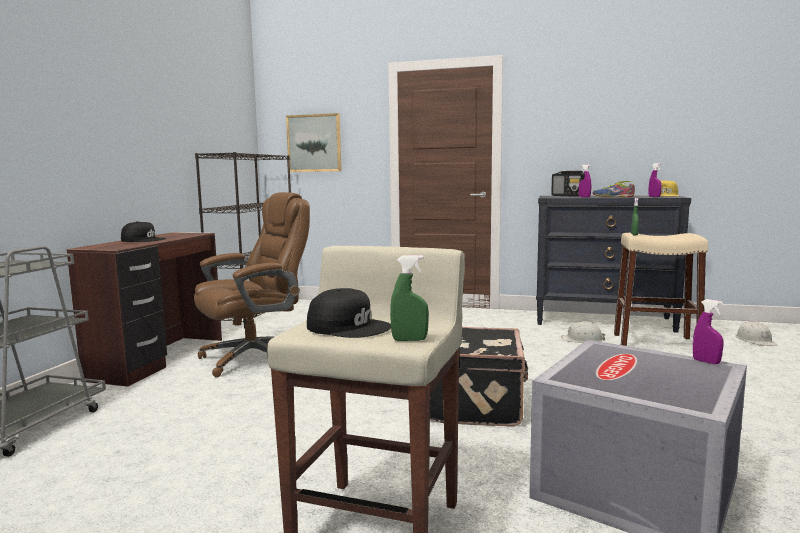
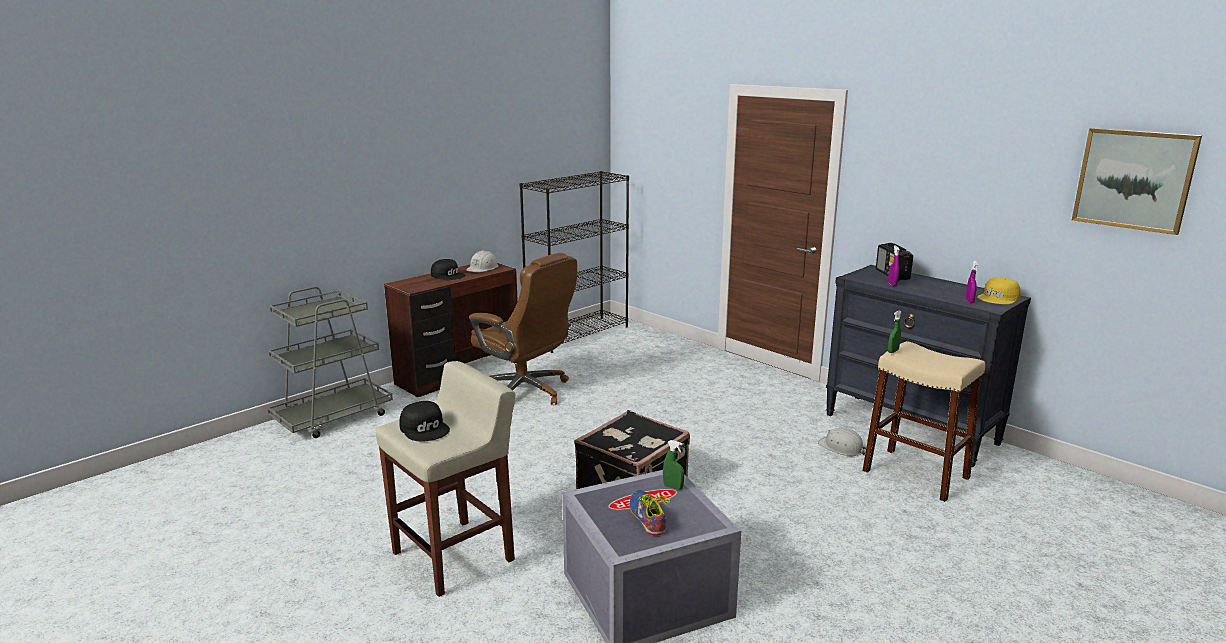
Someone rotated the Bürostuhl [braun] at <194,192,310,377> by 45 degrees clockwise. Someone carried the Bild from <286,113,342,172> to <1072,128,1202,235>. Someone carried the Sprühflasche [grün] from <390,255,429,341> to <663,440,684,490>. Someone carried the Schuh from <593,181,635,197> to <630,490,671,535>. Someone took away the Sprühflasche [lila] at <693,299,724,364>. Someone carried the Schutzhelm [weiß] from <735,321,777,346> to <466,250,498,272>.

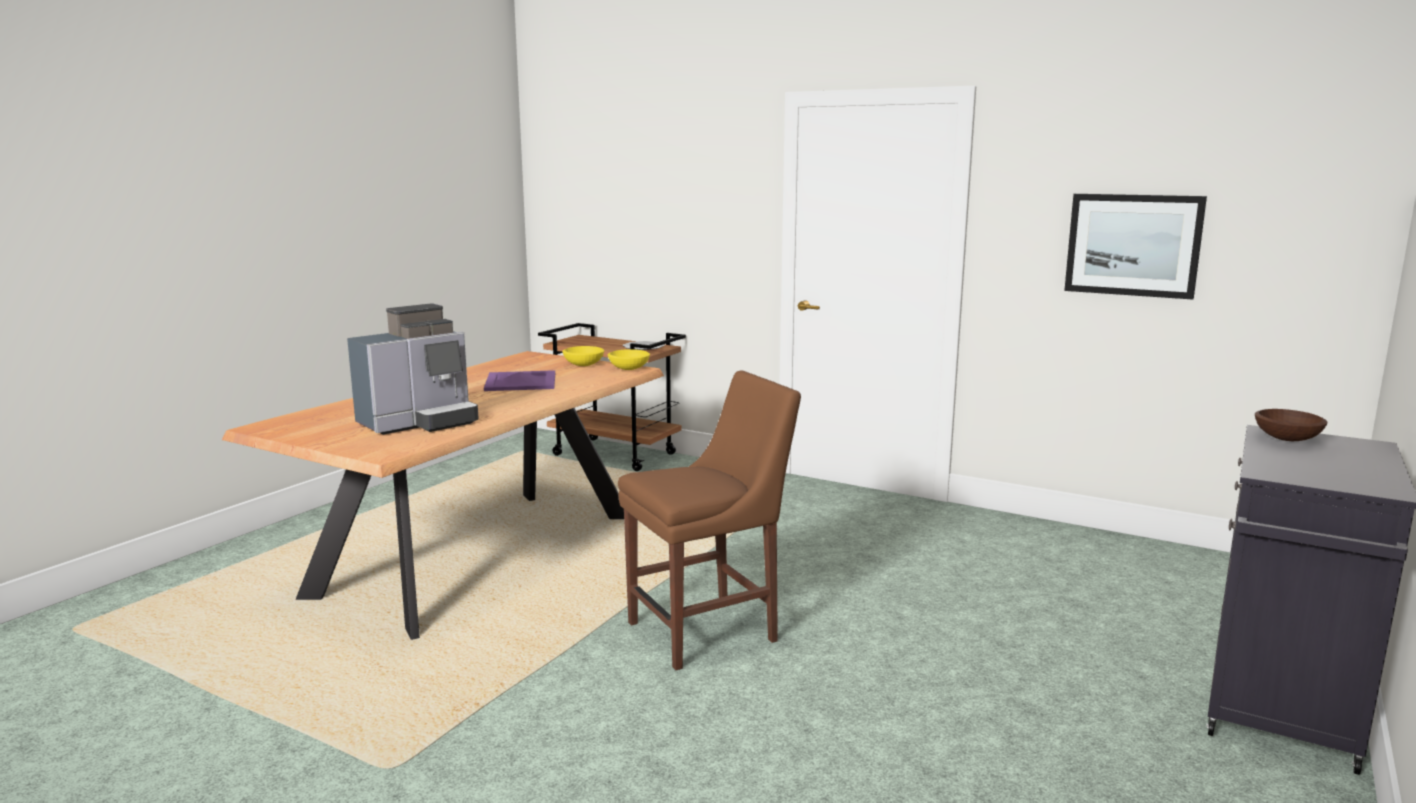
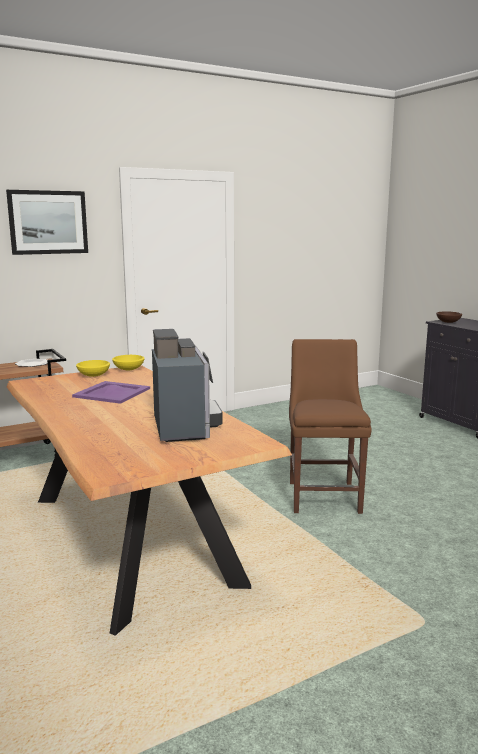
Someone carried the Bild from <1064,194,1207,299> to <6,190,88,255>.

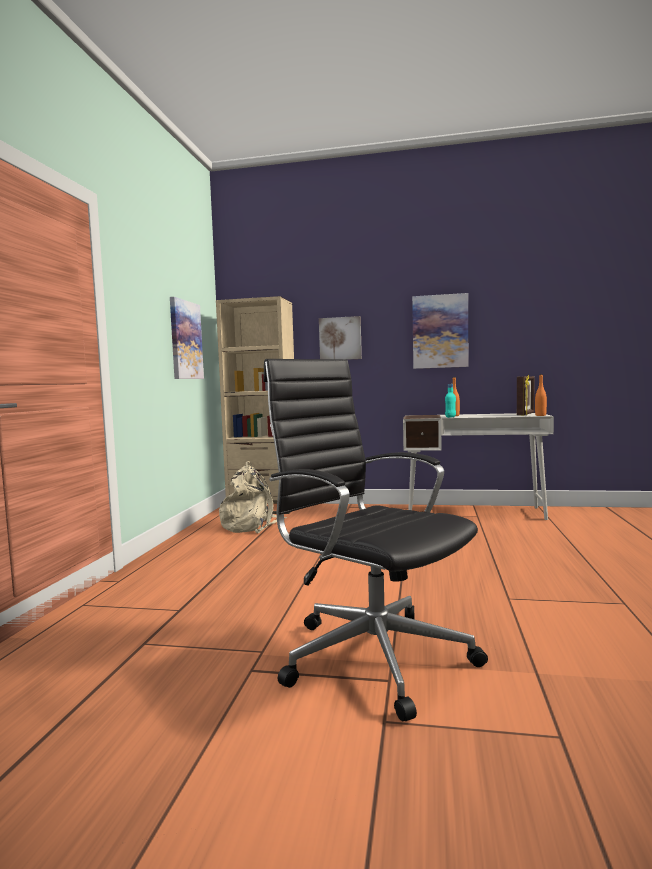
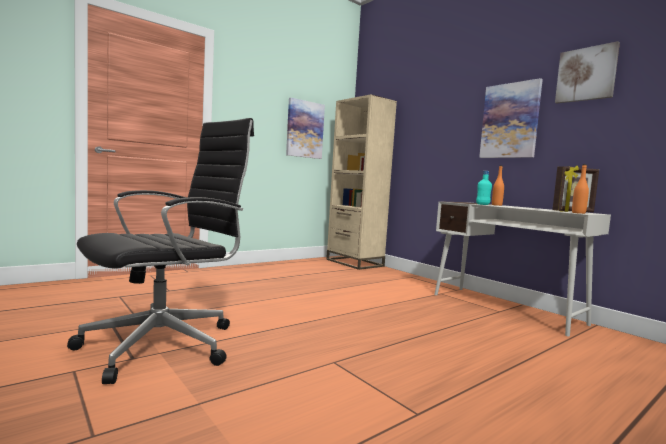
Someone took away the Rucksack [beige] at <219,461,287,533>. Someone rotated the Bürostuhl [schwarz] at <263,359,488,721> by 45 degrees clockwise. Someone carried the Bild from <319,316,362,360> to <555,41,620,103>.

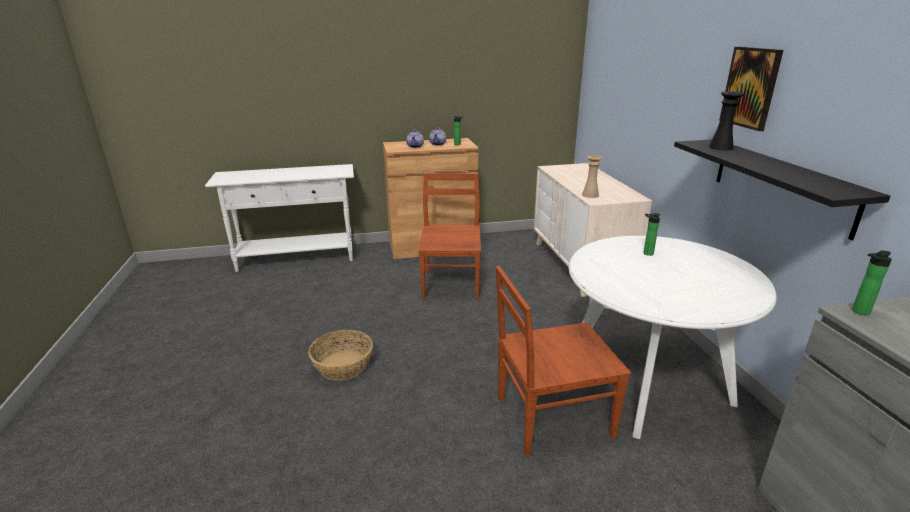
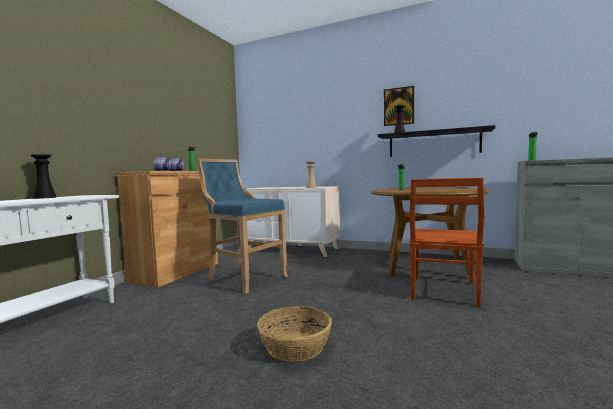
Someone swapped the Stuhl [braun] at <418,173,481,300> for the Hocker [blau] at <197,159,288,294>. Someone repainted the Esstisch [weiß] at <569,236,777,439>, which became the Esstisch [braun] at <371,187,489,280>. Someone put down the Vase [schwarz] at <30,154,57,199>.

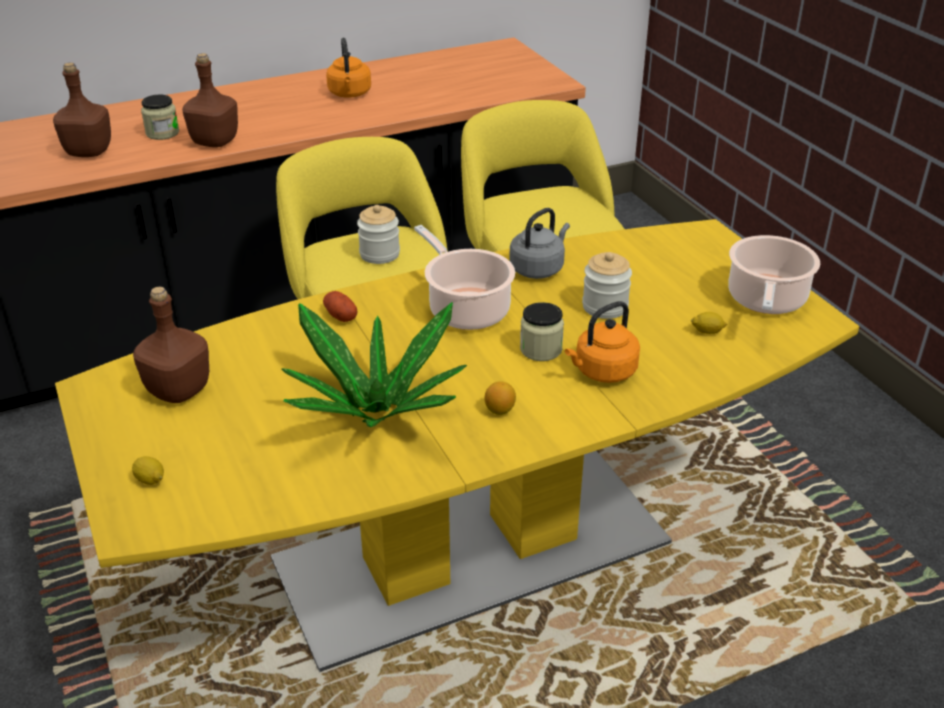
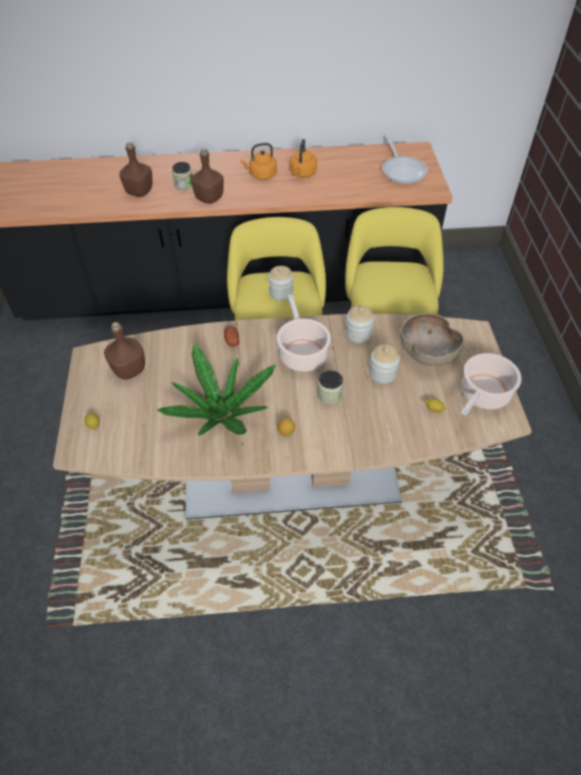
Someone repainted the Esstisch [gelb] at <55,219,859,672>, which became the Esstisch [braun] at <53,314,532,520>. Someone swapped the Wasserkessel [grau] at <509,208,570,279> for the Vorratsglas at <345,305,374,343>. Someone carried the Wasserkessel [orange] from <565,301,640,383> to <240,143,277,180>. Someone put down the Pfanne at <382,136,428,184>. Someone put down the Schüssel [braun] at <400,313,465,366>.

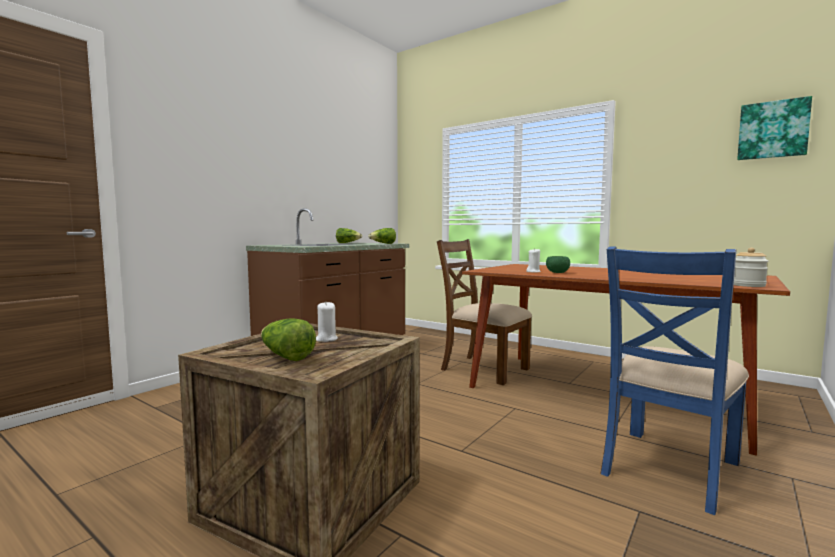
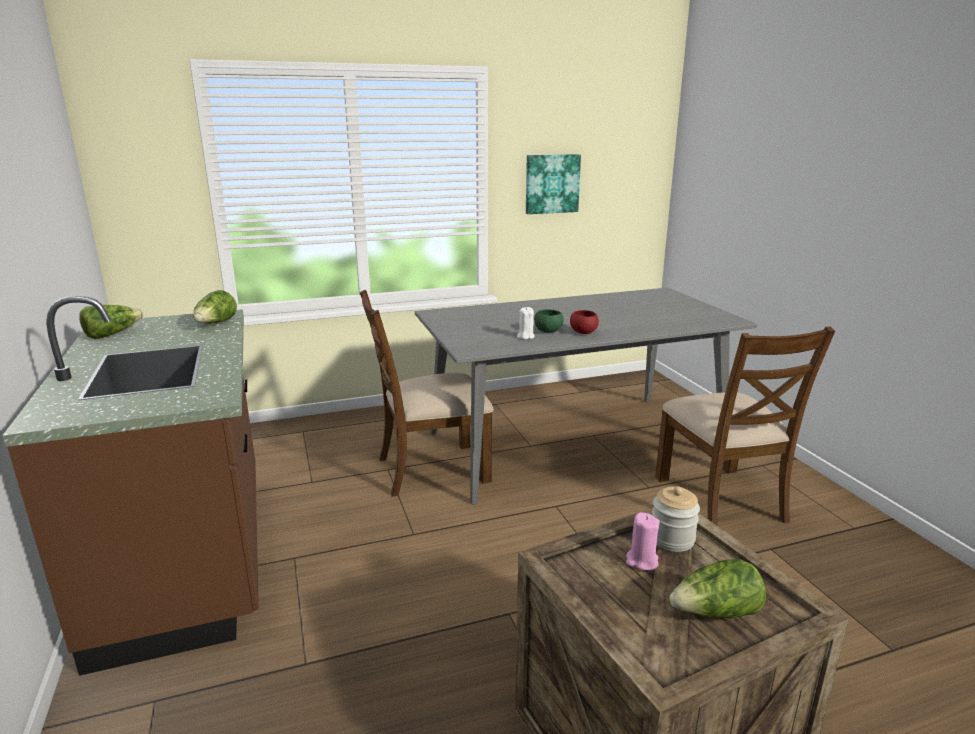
Someone repainted the Kerze [weiß] at <316,301,338,342>, which became the Kerze [rosa] at <626,512,660,570>. Someone repainted the Esstisch [braun] at <462,264,790,456>, which became the Esstisch [grau] at <415,288,757,505>. Someone repainted the Stuhl [blau] at <600,246,749,515>, which became the Stuhl [braun] at <655,327,835,525>. Someone carried the Vorratsglas from <734,248,768,287> to <652,486,700,552>. Someone carried the Bild from <737,96,812,160> to <526,154,581,214>. Someone put down the Schüssel [rot] at <570,310,599,334>.

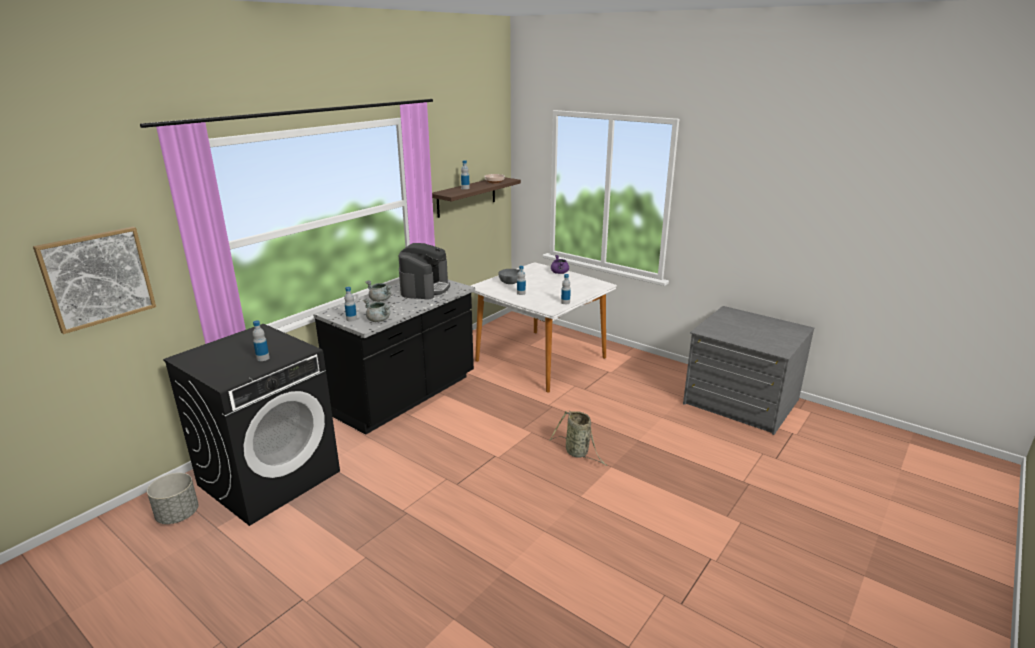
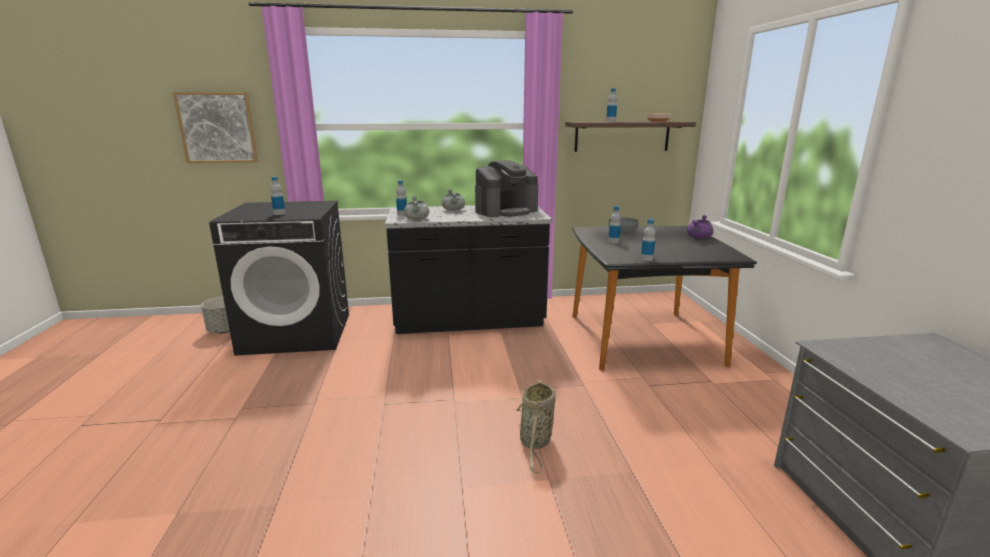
Someone repainted the Esstisch [weiß] at <471,262,617,393>, which became the Esstisch [schwarz] at <572,226,757,371>.

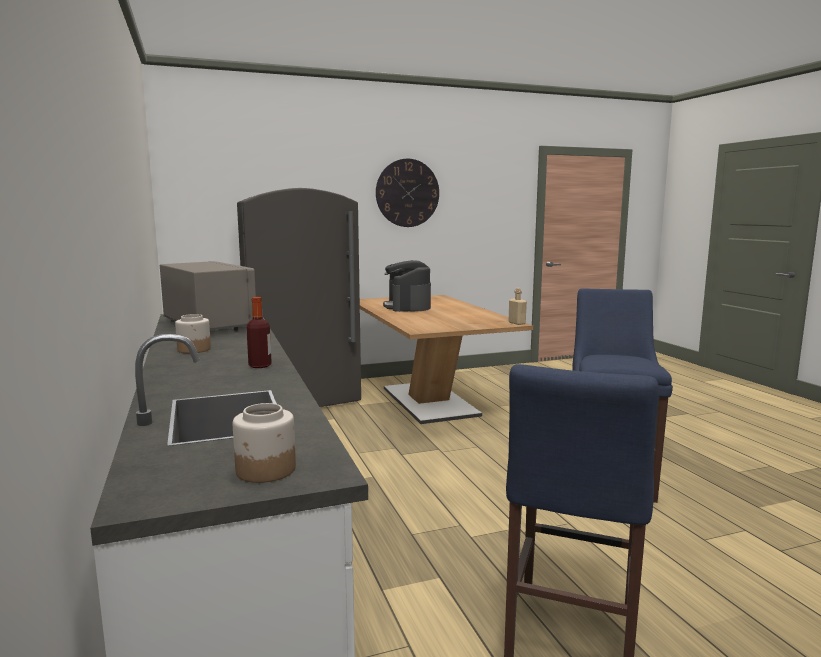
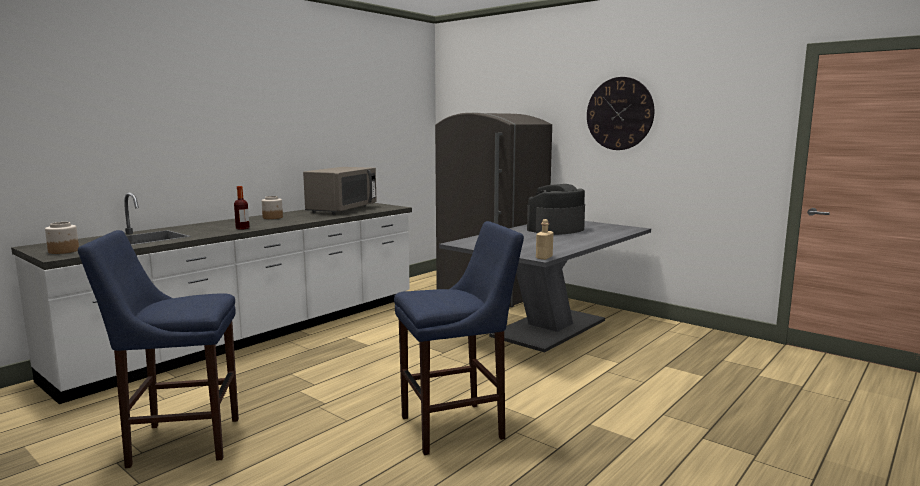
Someone repainted the Esstisch [braun] at <360,295,533,424>, which became the Esstisch [grau] at <439,221,651,353>.

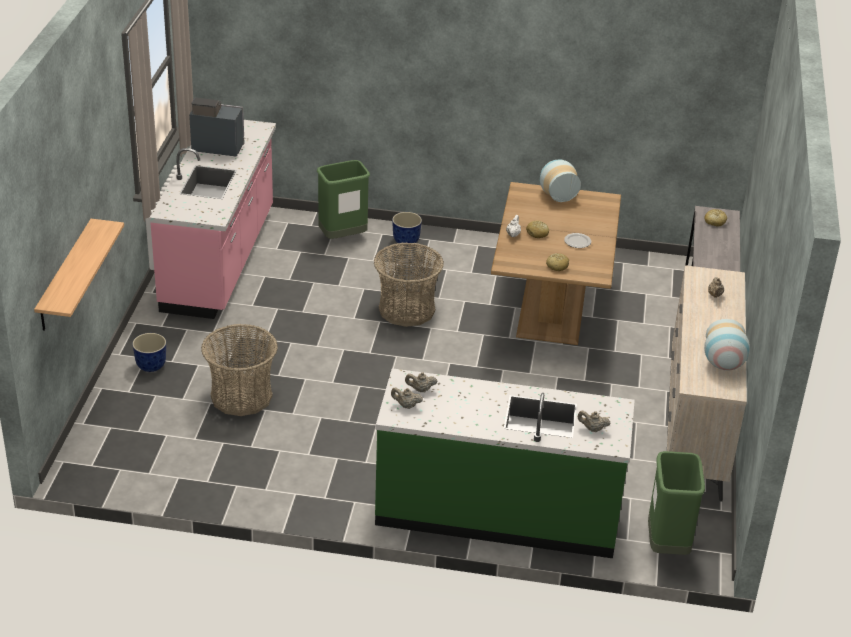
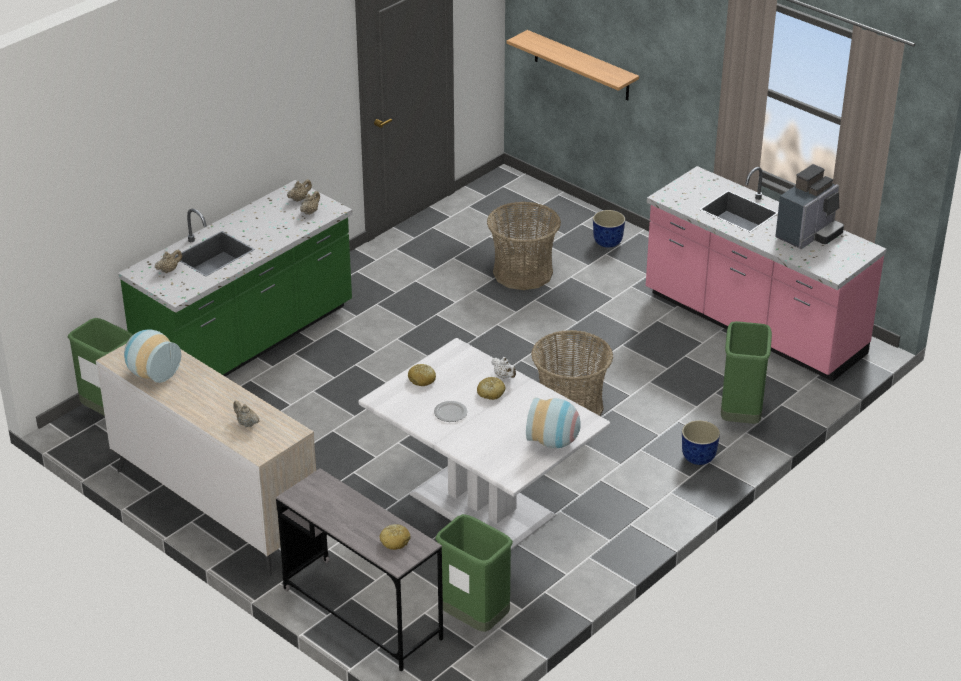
Someone repainted the Esstisch [braun] at <491,182,621,345>, which became the Esstisch [weiß] at <358,338,610,550>. Someone put down the Mülleimer [grün] at <435,514,513,632>.

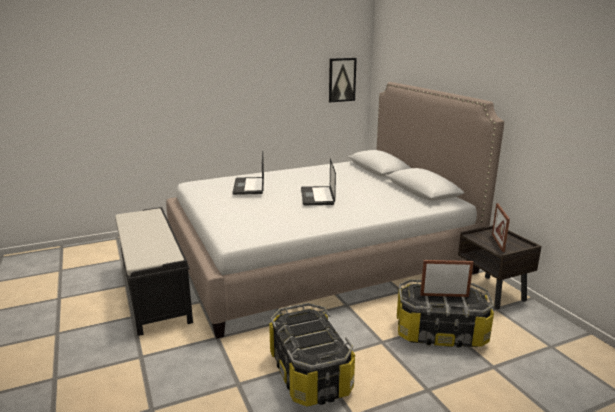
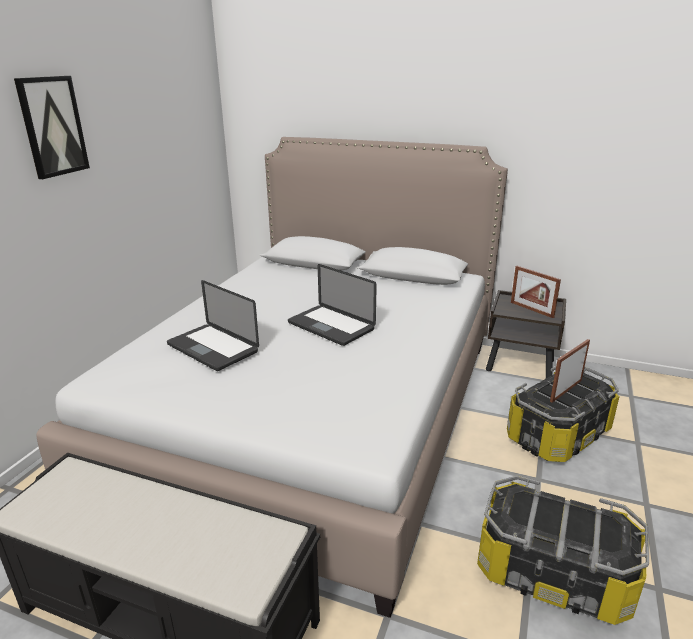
Someone carried the Bild from <329,58,357,102> to <14,76,90,179>.

